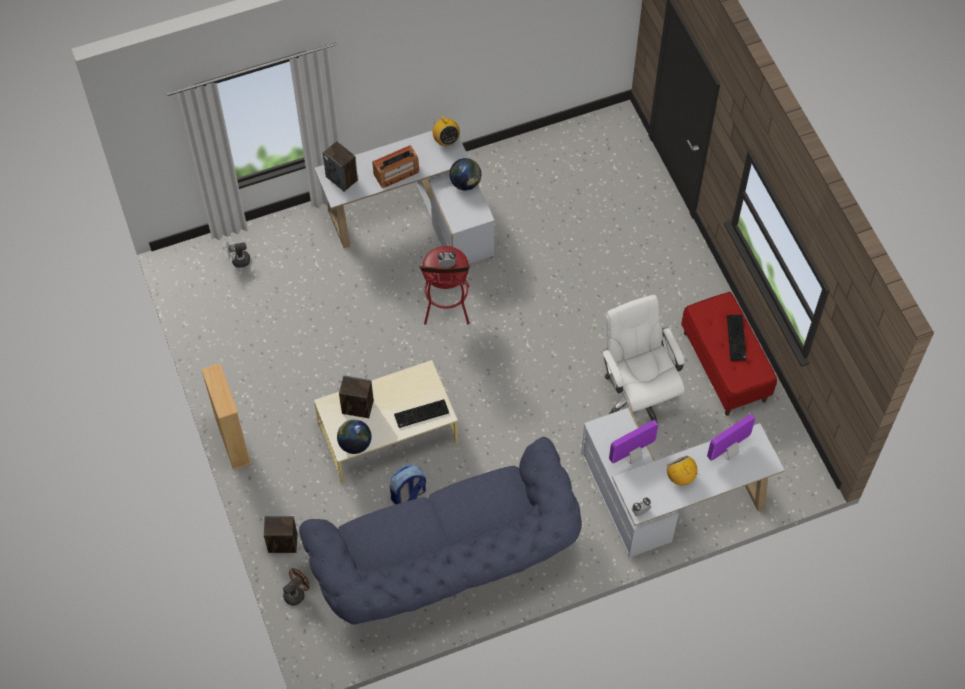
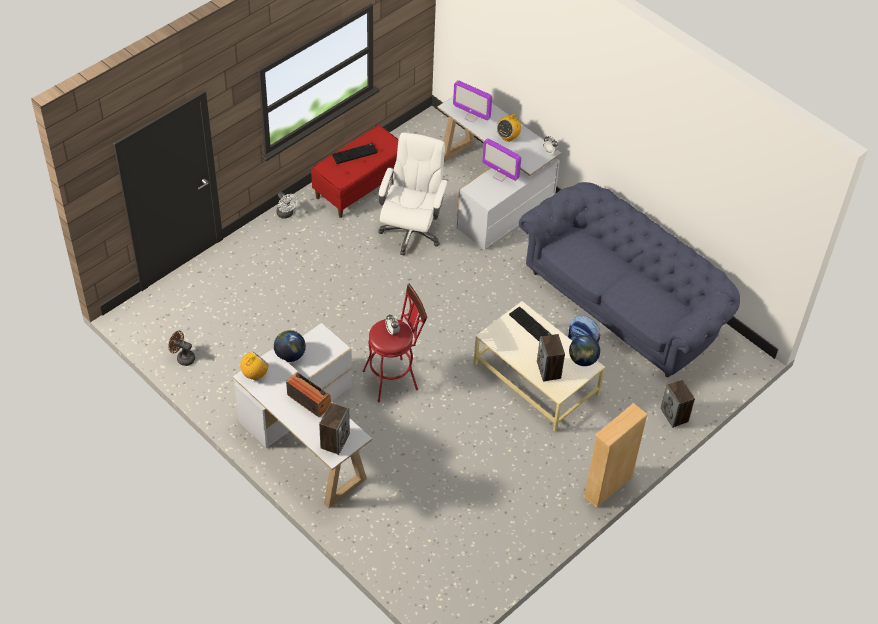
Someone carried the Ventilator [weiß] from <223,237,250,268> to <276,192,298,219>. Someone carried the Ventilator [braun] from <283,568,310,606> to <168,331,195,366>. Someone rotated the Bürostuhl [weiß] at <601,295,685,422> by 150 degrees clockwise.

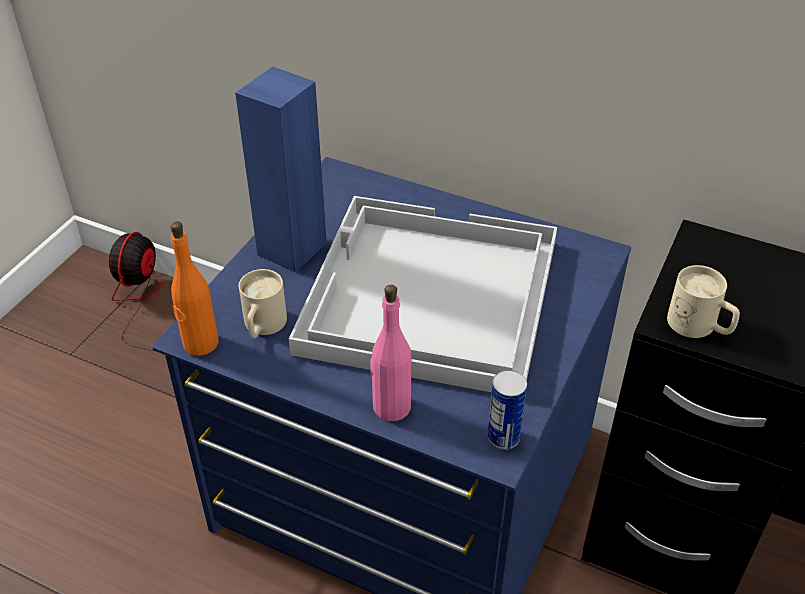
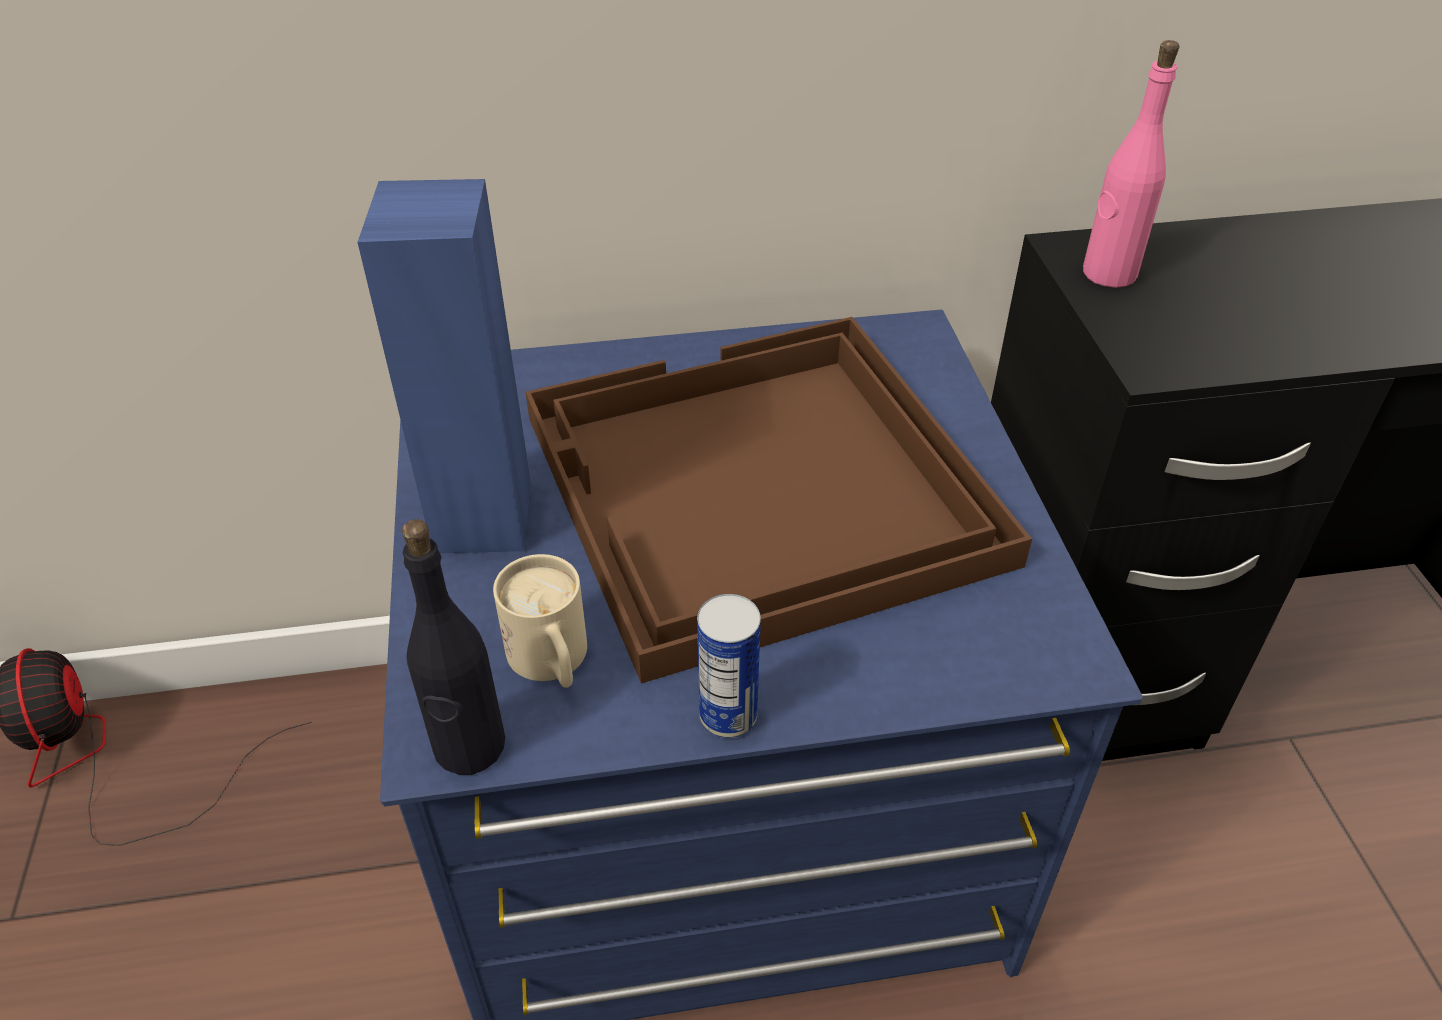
Someone repainted the Flasche [orange] at <170,221,219,356>, which became the Flasche [schwarz] at <402,519,505,775>. Someone repainted the Tablett [weiß] at <289,196,557,392>, which became the Tablett [braun] at <526,317,1032,683>. Someone carried the Flasche [rosa] from <370,284,412,421> to <1083,40,1180,288>. Someone carried the Dose from <488,370,527,450> to <697,594,761,738>. Someone took away the Henkelbecher [beige] at <667,265,740,338>.

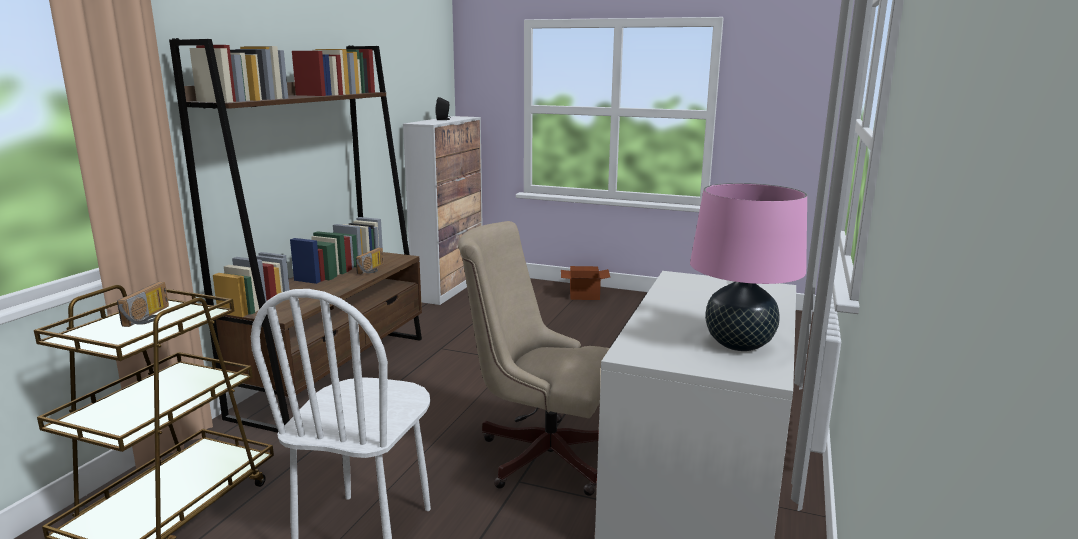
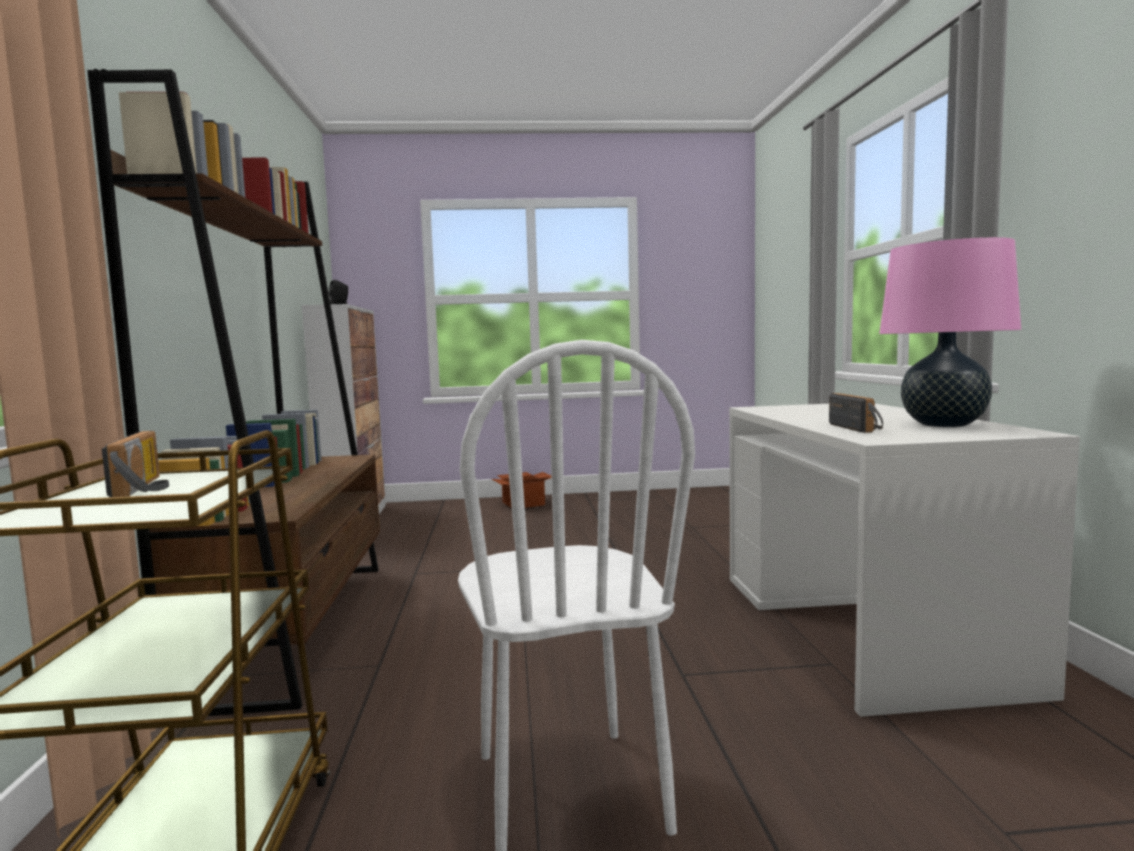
Someone carried the Radio from <356,247,384,274> to <829,393,883,433>. Someone took away the Bürostuhl [beige] at <458,221,610,496>.

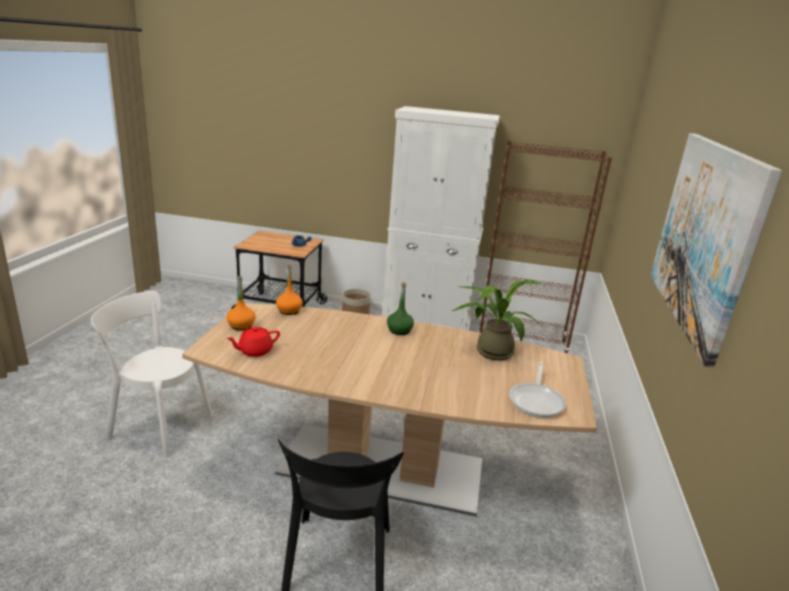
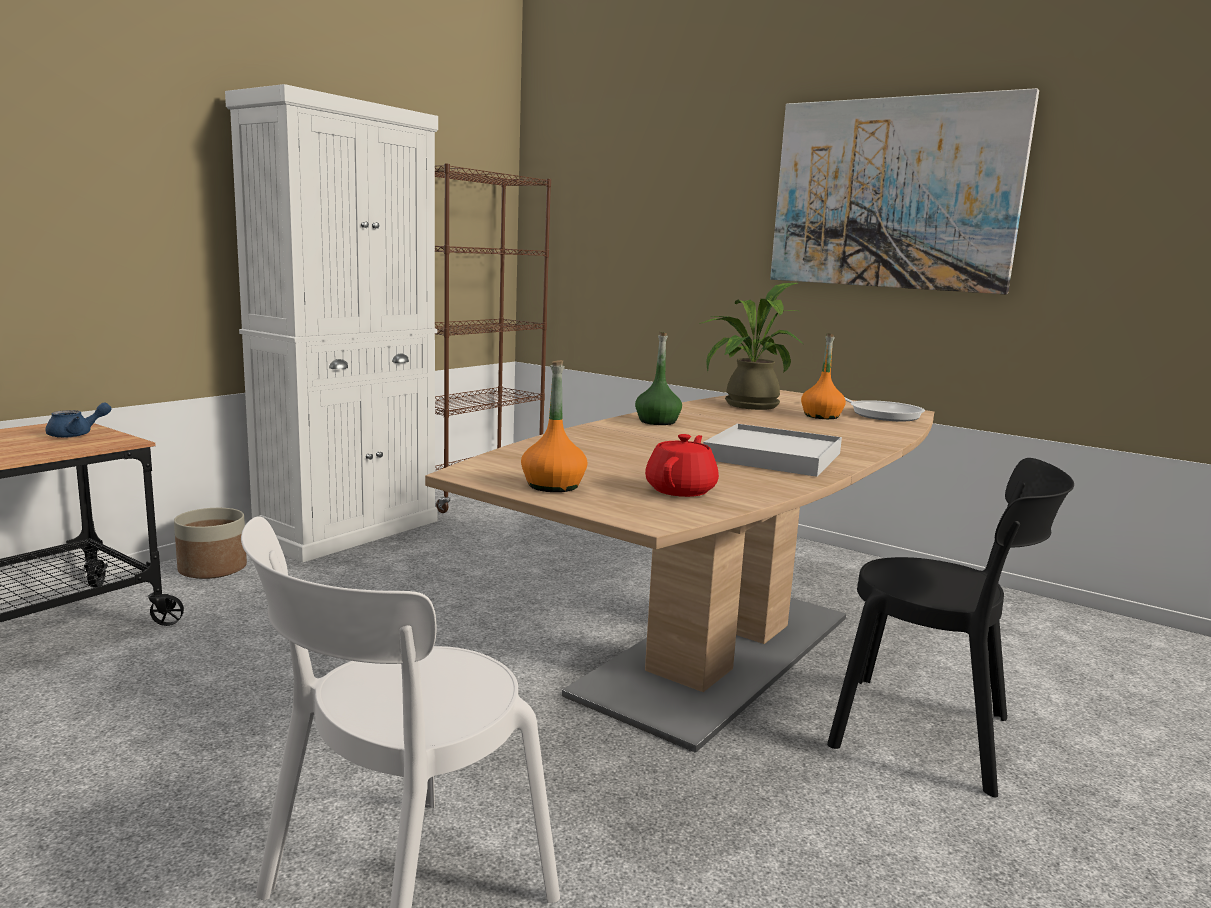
Someone rotated the Teekanne [rot] at <226,327,280,357> by 150 degrees counterclockwise. Someone carried the Flasche [orange] from <276,264,303,315> to <801,333,846,419>. Someone put down the Tablett [weiß] at <703,424,842,477>.

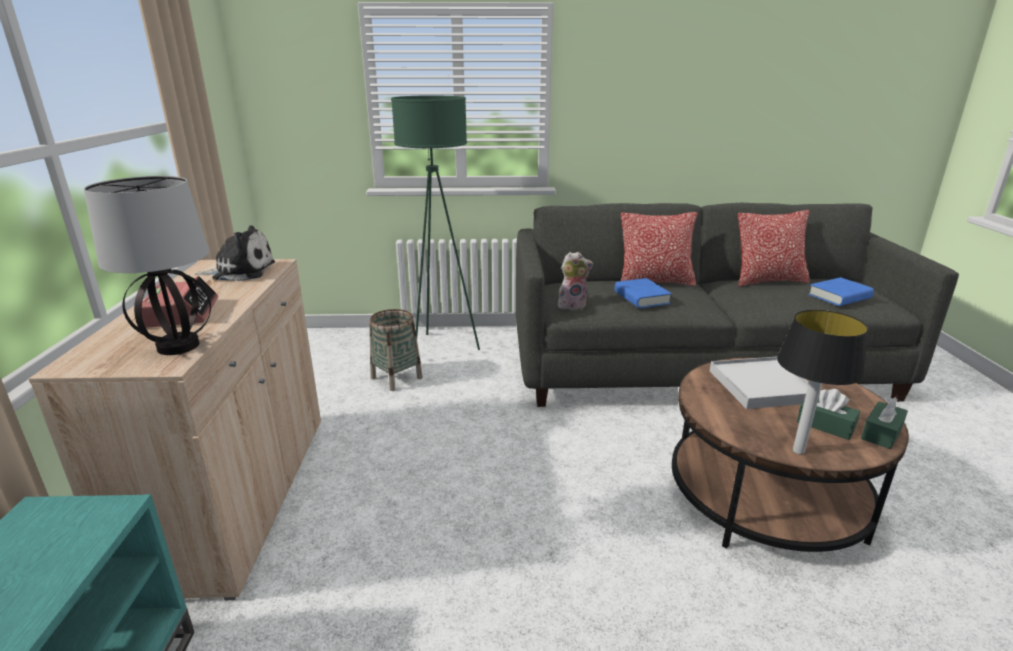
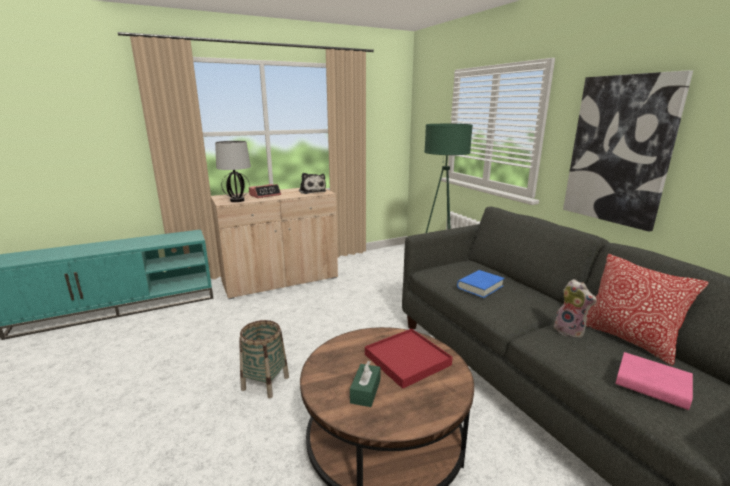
Someone carried the Korb from <370,309,423,391> to <239,320,289,398>. Someone carried the Plüschtier from <558,252,593,310> to <554,279,597,338>. Someone took away the Kissen at <621,212,697,286>. Someone repainted the Tablett [weiß] at <710,357,820,409>, which became the Tablett [rot] at <365,329,453,389>. Someone took away the Tischlampe at <777,310,868,455>. Someone repainted the Buch [blau] at <808,277,874,306>, which became the Buch [rosa] at <615,352,693,410>. Someone took away the Taschentuchbox [grün] at <861,397,908,449>. Someone put up the Bild at <563,70,693,232>.

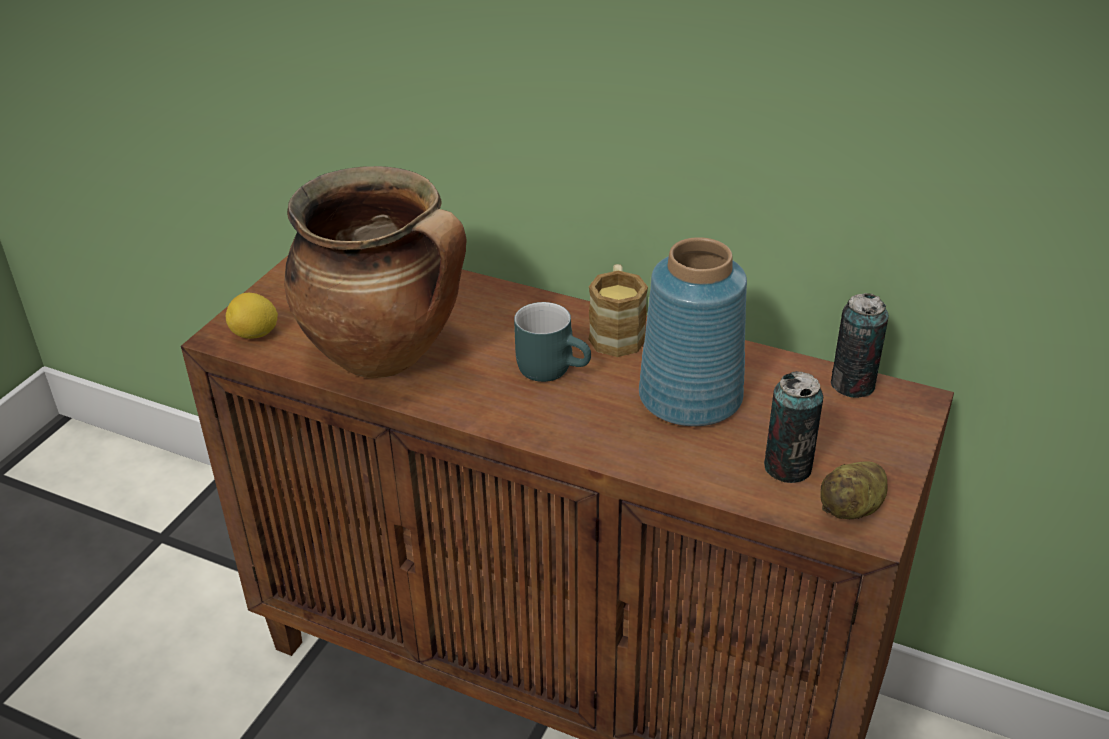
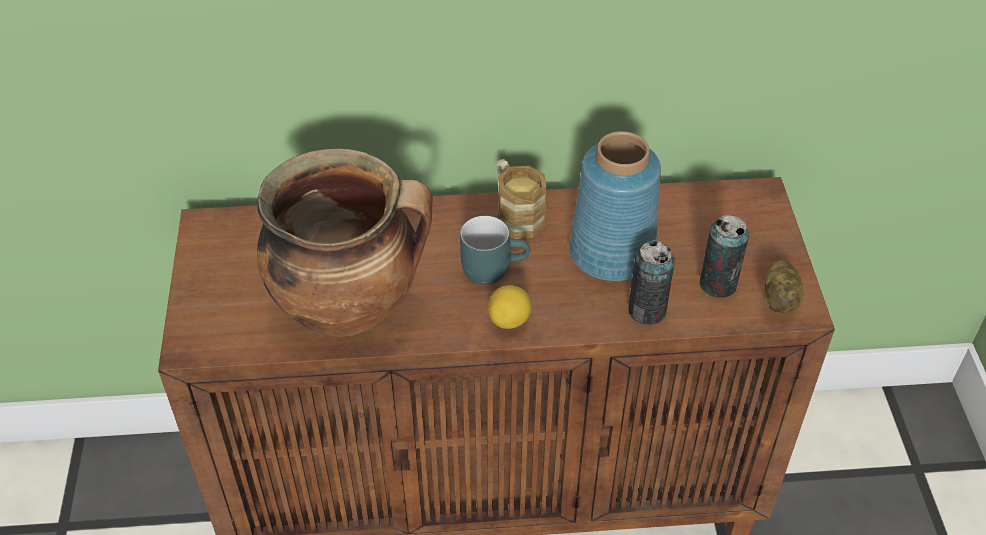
Someone carried the Zitrone from <226,293,278,339> to <488,285,532,329>. Someone carried the Dose from <831,293,889,398> to <628,240,675,325>.

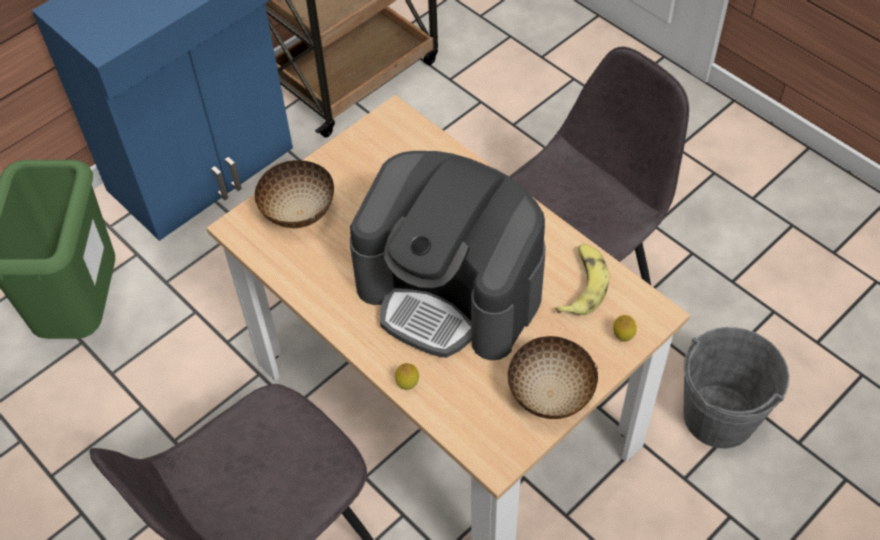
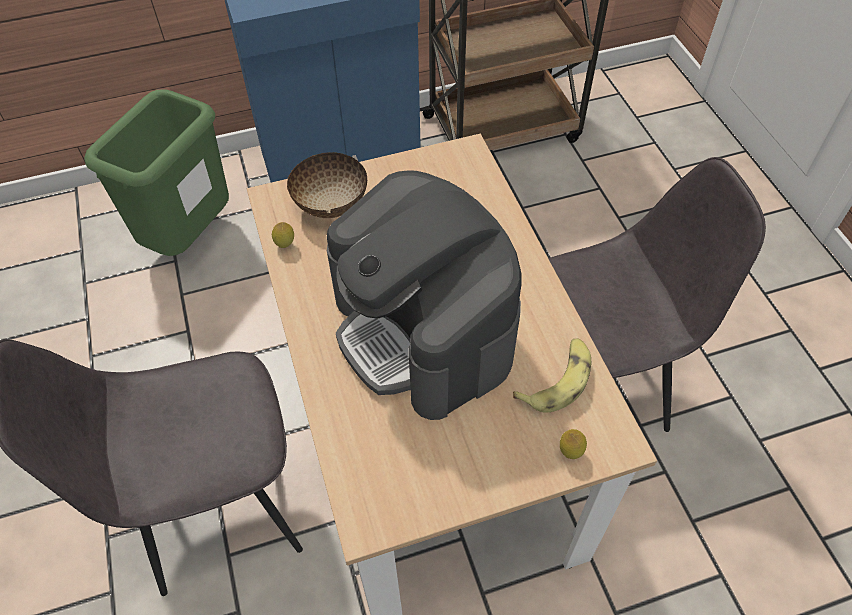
Someone carried the Zitrone from <395,363,419,390> to <272,222,294,248>. Someone took away the Schüssel at <508,336,598,419>. Someone took away the Eimer [grau] at <683,327,789,448>.

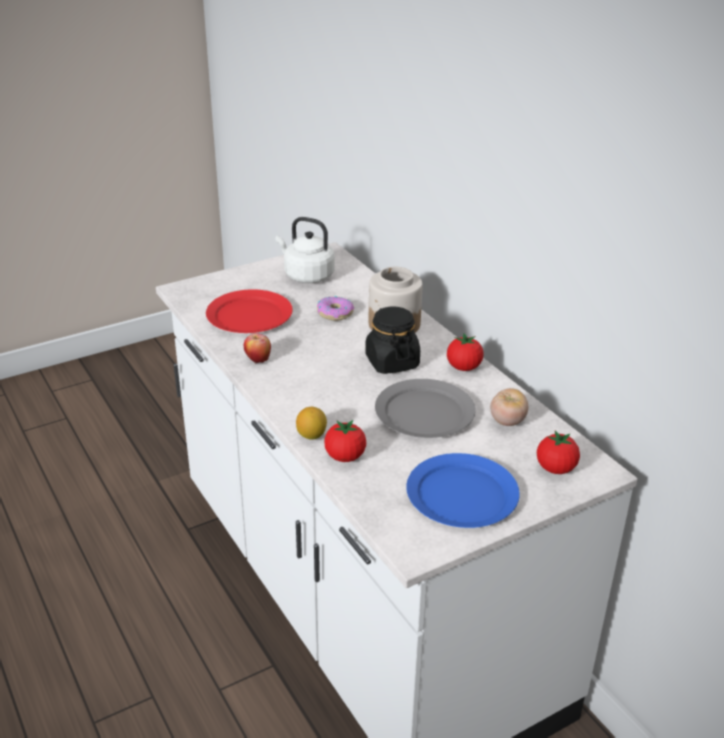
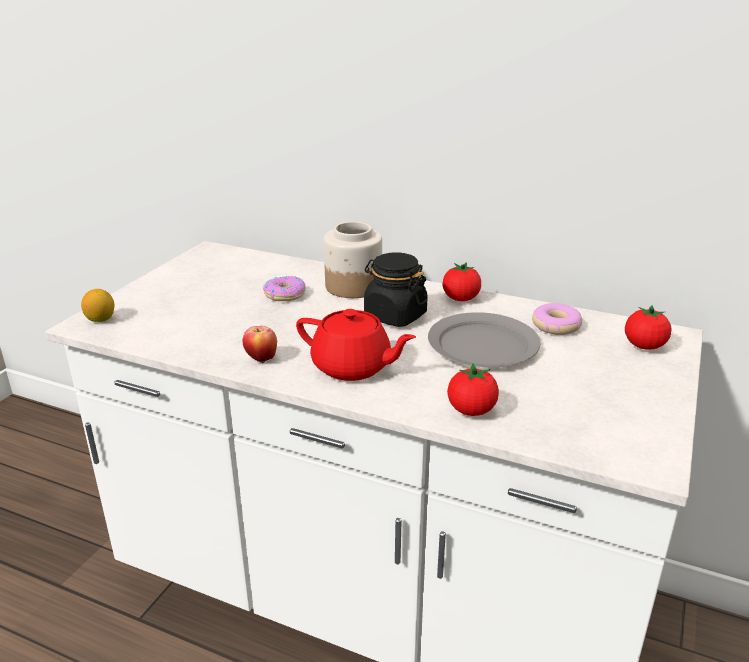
Someone took away the Teller [rot] at <206,289,293,333>. Someone took away the Wasserkessel [weiß] at <276,217,335,283>. Someone carried the Zitrone from <296,407,327,440> to <81,289,114,322>. Someone took away the Teller [blau] at <406,453,520,528>. Someone swapped the Tomate at <490,388,528,426> for the Donut at <532,303,582,335>. Someone put down the Teekanne [rot] at <296,309,416,381>.

